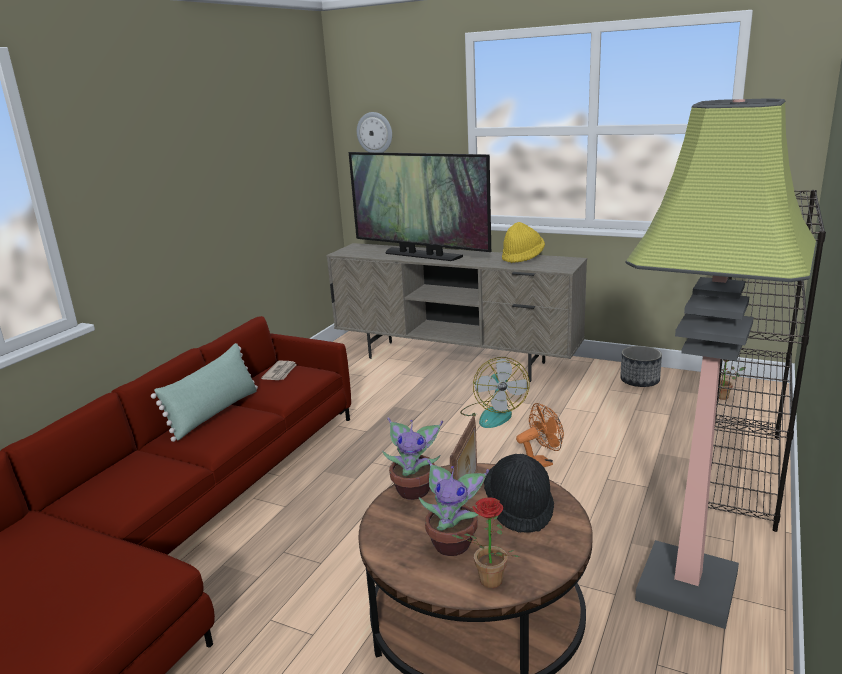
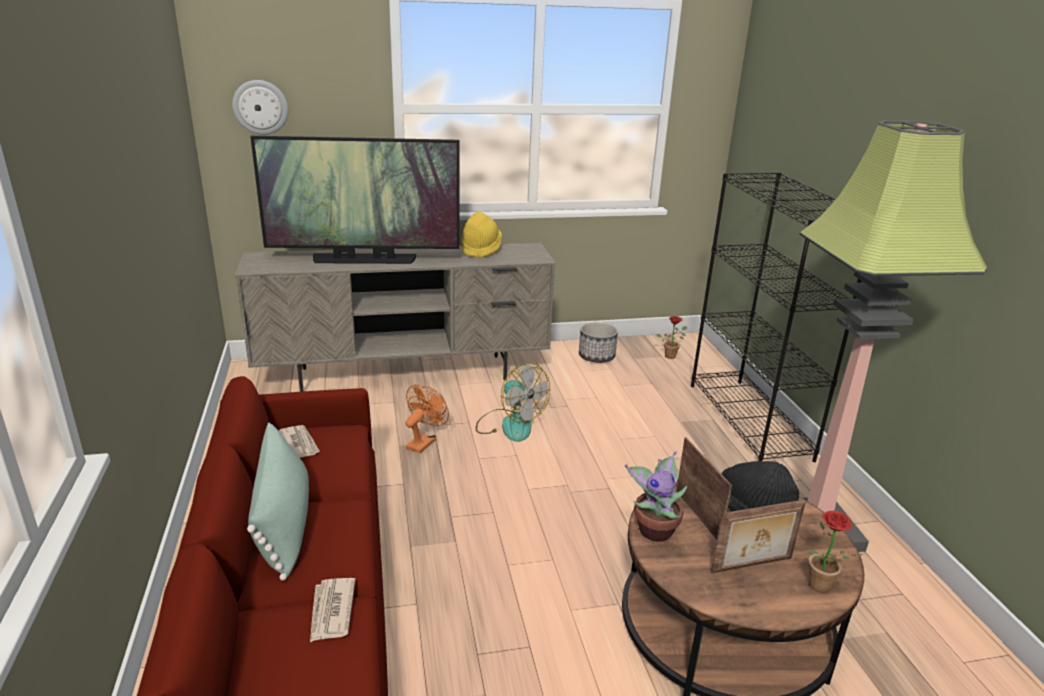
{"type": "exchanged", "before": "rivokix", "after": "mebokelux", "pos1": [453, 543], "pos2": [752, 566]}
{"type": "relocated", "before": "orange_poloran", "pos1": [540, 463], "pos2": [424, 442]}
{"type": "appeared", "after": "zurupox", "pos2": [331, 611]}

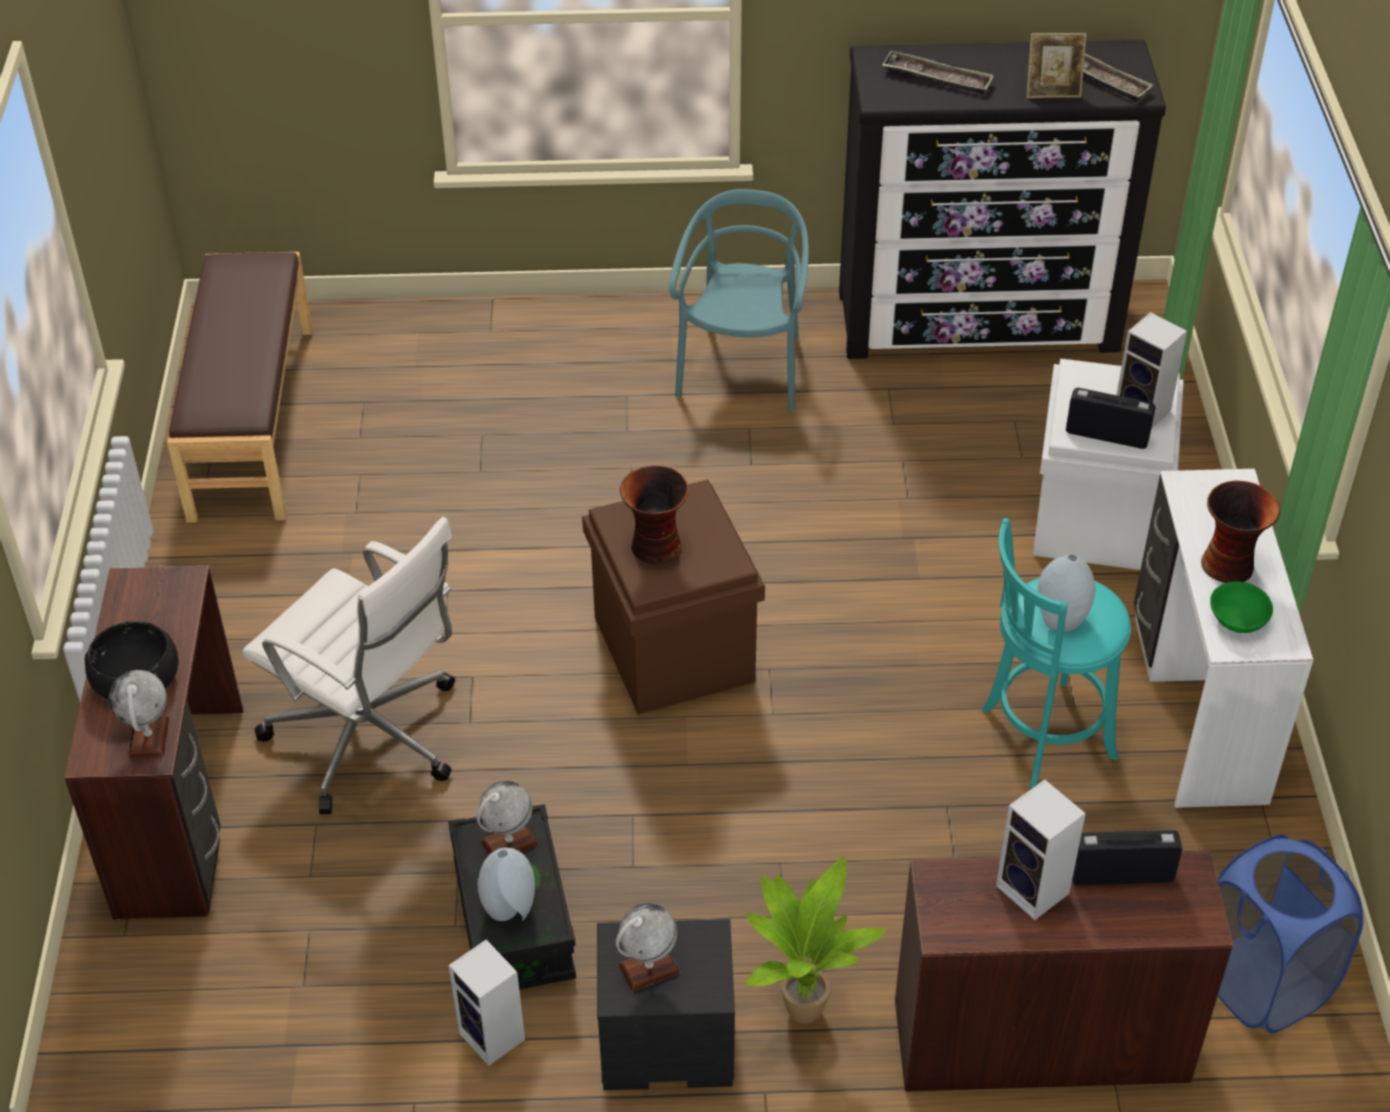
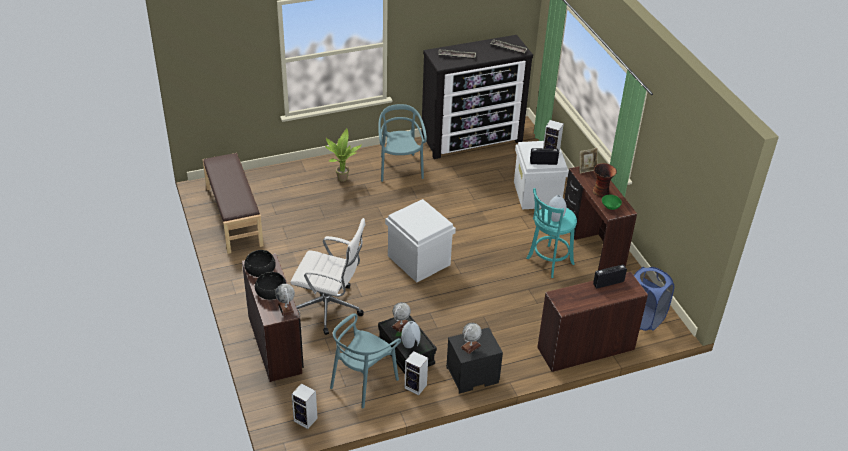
{"type": "colour", "before": "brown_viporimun", "after": "white_viporimun", "pos1": [672, 648], "pos2": [418, 260]}
{"type": "missing", "before": "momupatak", "pos1": [655, 548]}
{"type": "relocated", "before": "rivokix", "pos1": [800, 1007], "pos2": [341, 178]}
{"type": "relocated", "before": "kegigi", "pos1": [1035, 890], "pos2": [306, 420]}
{"type": "relocated", "before": "mebokelux", "pos1": [1052, 92], "pos2": [587, 169]}
{"type": "colour", "before": "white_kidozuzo", "after": "brown_kidozuzo", "pos1": [1195, 708], "pos2": [591, 245]}
{"type": "appeared", "after": "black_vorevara", "pos2": [260, 269]}
{"type": "appeared", "after": "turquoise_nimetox", "pos2": [363, 382]}

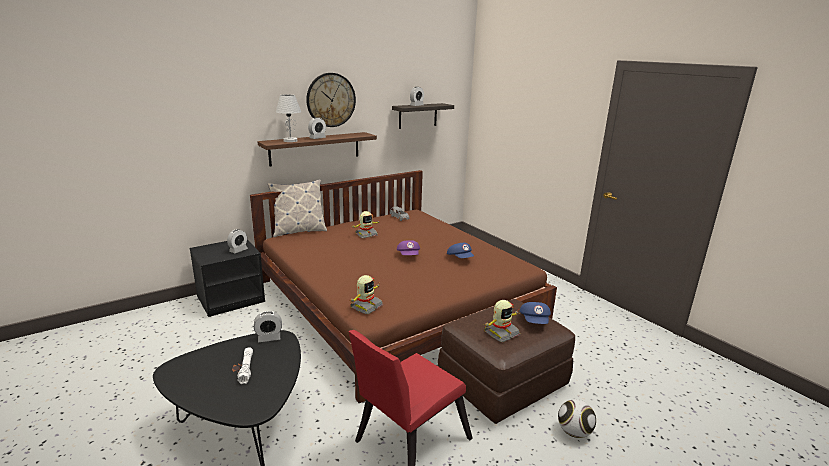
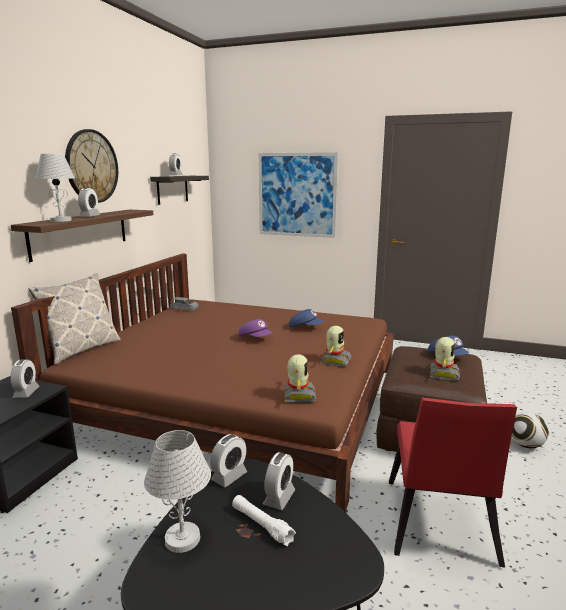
{"type": "relocated", "before": "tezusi", "pos1": [366, 234], "pos2": [335, 361]}
{"type": "appeared", "after": "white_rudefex", "pos2": [182, 539]}
{"type": "appeared", "after": "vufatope", "pos2": [297, 195]}
{"type": "appeared", "after": "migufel", "pos2": [279, 497]}

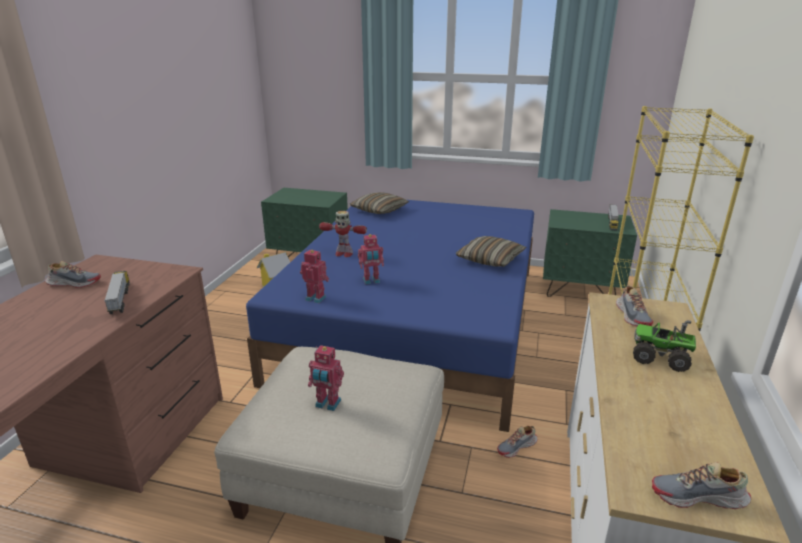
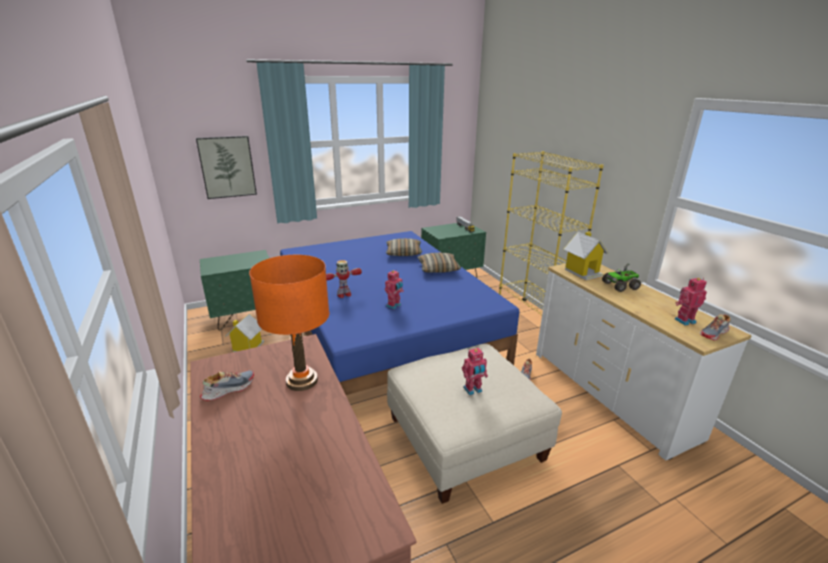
{"type": "exchanged", "before": "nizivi", "after": "orange_rudefex", "pos1": [120, 299], "pos2": [302, 381]}
{"type": "relocated", "before": "tezusi", "pos1": [316, 298], "pos2": [684, 320]}
{"type": "relocated", "before": "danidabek", "pos1": [379, 210], "pos2": [403, 253]}
{"type": "exchanged", "before": "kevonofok", "after": "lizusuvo", "pos1": [633, 315], "pos2": [582, 272]}
{"type": "appeared", "after": "vufatope", "pos2": [227, 167]}

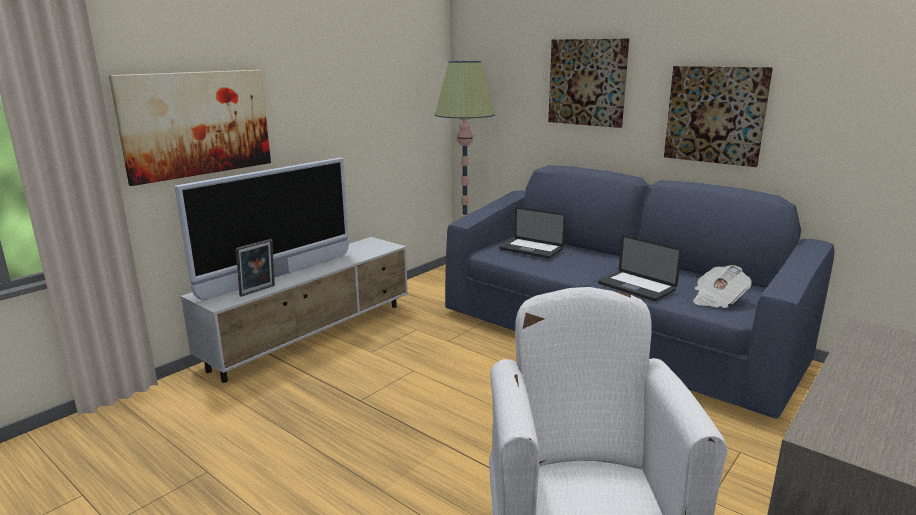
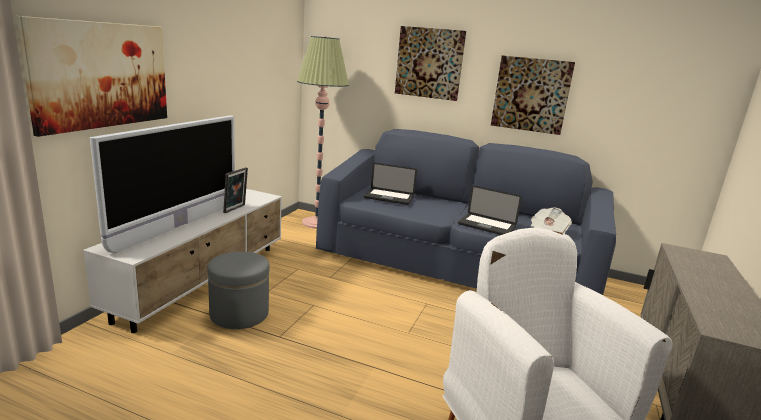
{"type": "relocated", "before": "mebokelux", "pos1": [258, 291], "pos2": [236, 209]}
{"type": "appeared", "after": "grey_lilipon", "pos2": [239, 314]}

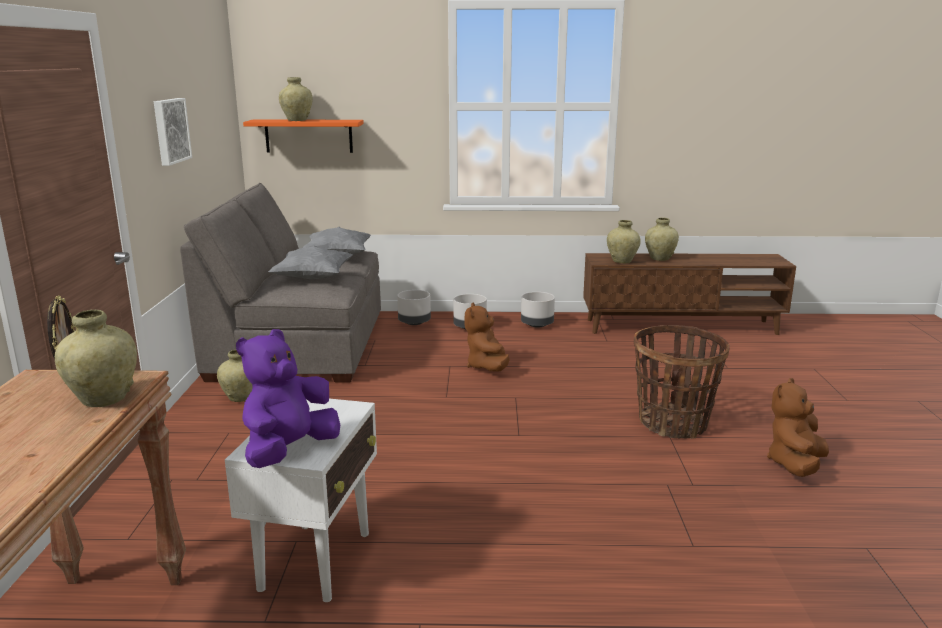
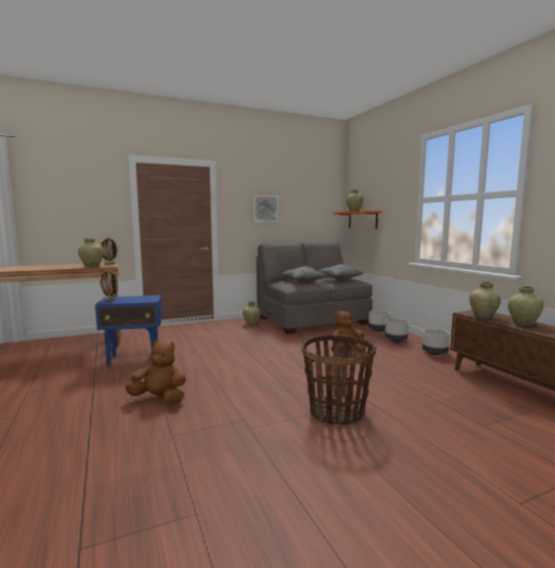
{"type": "colour", "before": "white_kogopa", "after": "blue_kogopa", "pos1": [316, 560], "pos2": [134, 359]}
{"type": "exchanged", "before": "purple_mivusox", "after": "mebokelux", "pos1": [289, 451], "pos2": [110, 300]}
{"type": "relocated", "before": "brown_mivusox", "pos1": [795, 465], "pos2": [159, 399]}

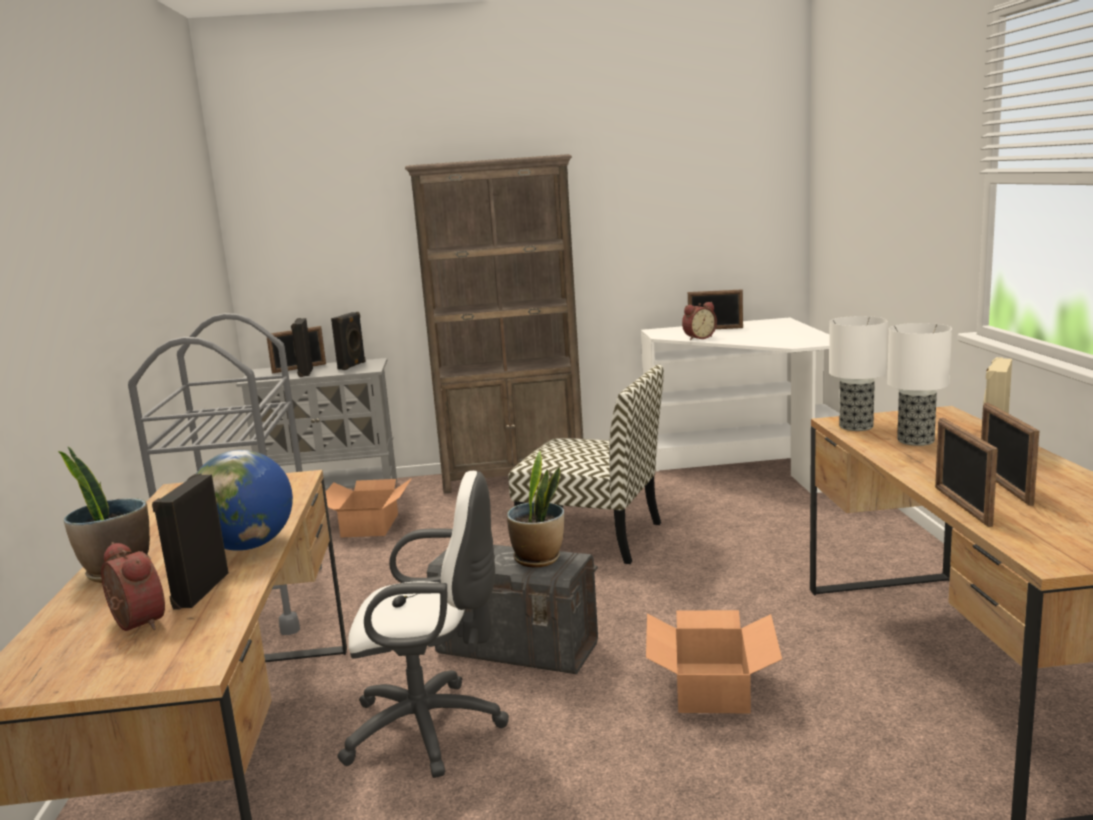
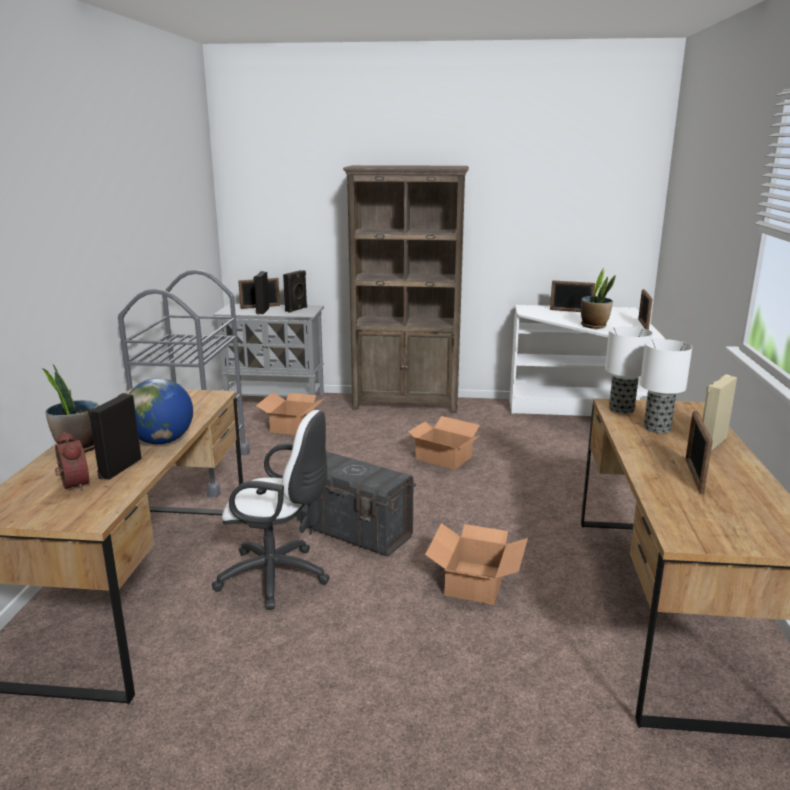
{"type": "relocated", "before": "rivokix", "pos1": [538, 559], "pos2": [594, 326]}
{"type": "exchanged", "before": "nimetox", "after": "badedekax", "pos1": [594, 537], "pos2": [443, 458]}
{"type": "missing", "before": "migufel", "pos1": [698, 337]}
{"type": "relocated", "before": "mebokelux", "pos1": [962, 506], "pos2": [643, 325]}

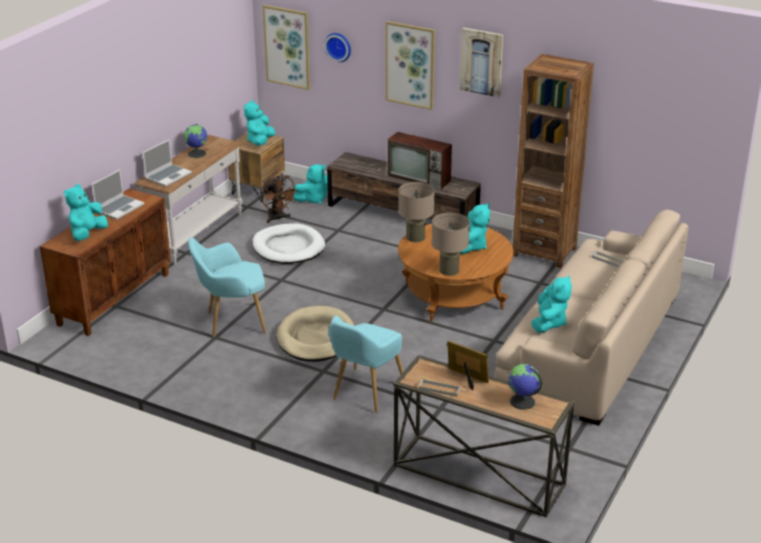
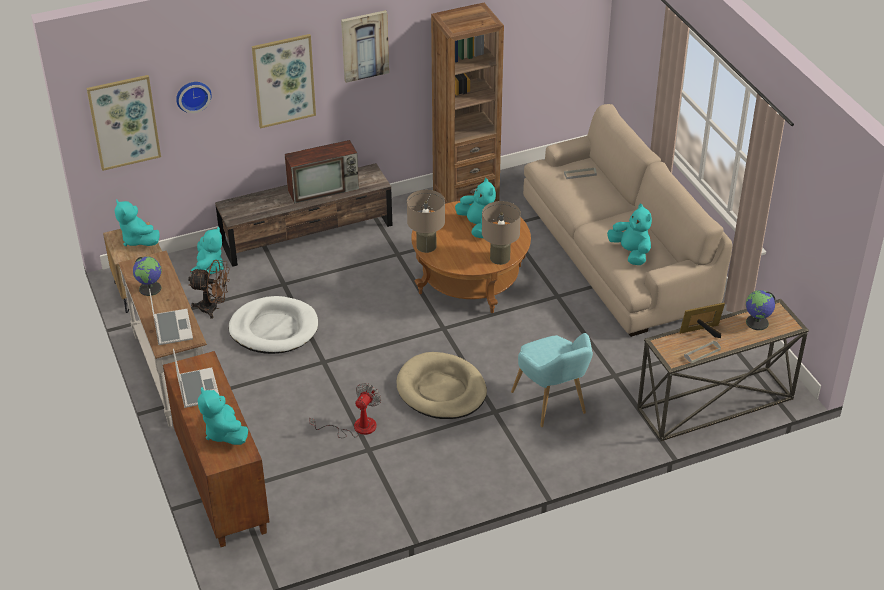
{"type": "exchanged", "before": "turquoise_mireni", "after": "poloran", "pos1": [231, 322], "pos2": [356, 427]}

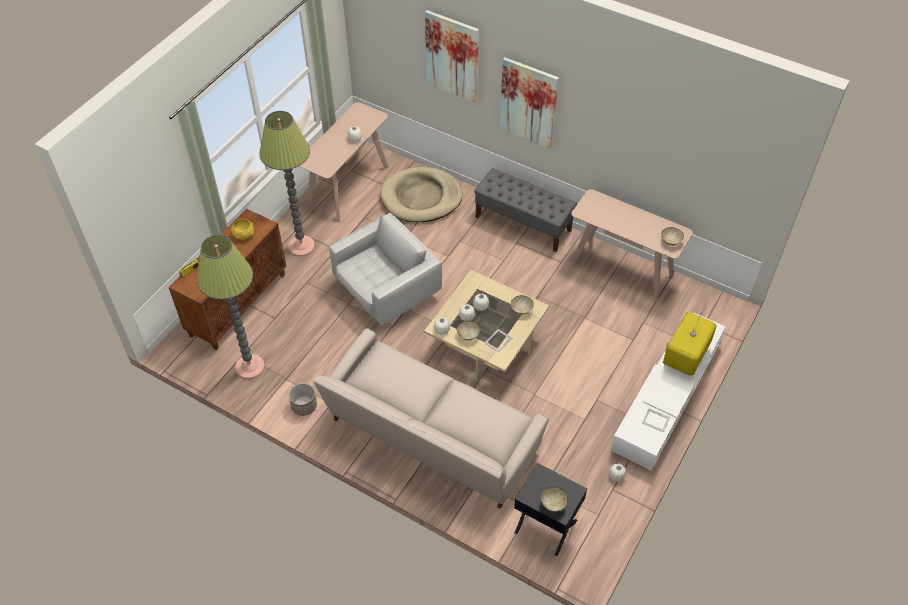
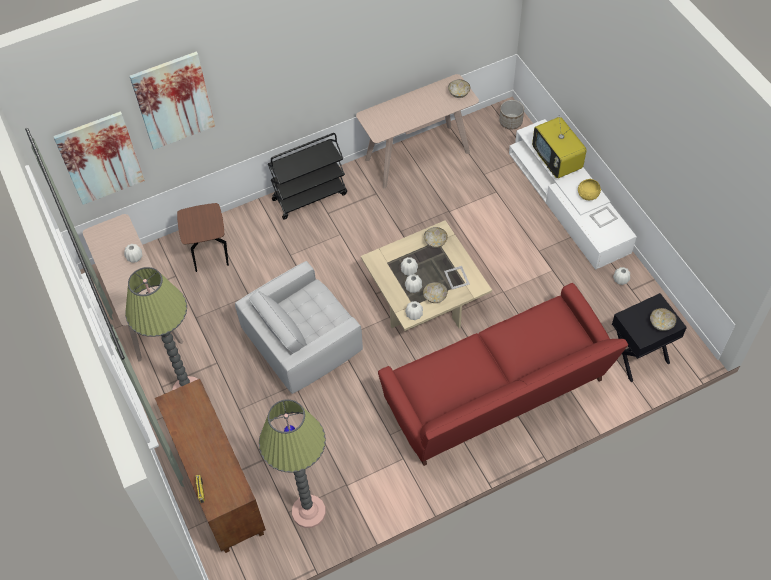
{"type": "relocated", "before": "yellow_vorevara", "pos1": [243, 234], "pos2": [587, 195]}
{"type": "relocated", "before": "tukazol", "pos1": [304, 406], "pos2": [510, 122]}
{"type": "colour", "before": "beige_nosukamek", "after": "red_nosukamek", "pos1": [431, 439], "pos2": [498, 395]}
{"type": "spun", "before": "white_mireni", "pos1": [386, 291], "pos2": [304, 345], "turn": -120}
{"type": "exchanged", "before": "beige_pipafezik", "after": "brown_kogopa", "pos1": [421, 197], "pos2": [210, 257]}
{"type": "exchanged", "before": "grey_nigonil", "after": "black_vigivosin", "pos1": [523, 224], "pos2": [310, 196]}
{"type": "relocated", "before": "vufatope", "pos1": [528, 103], "pos2": [100, 158]}

